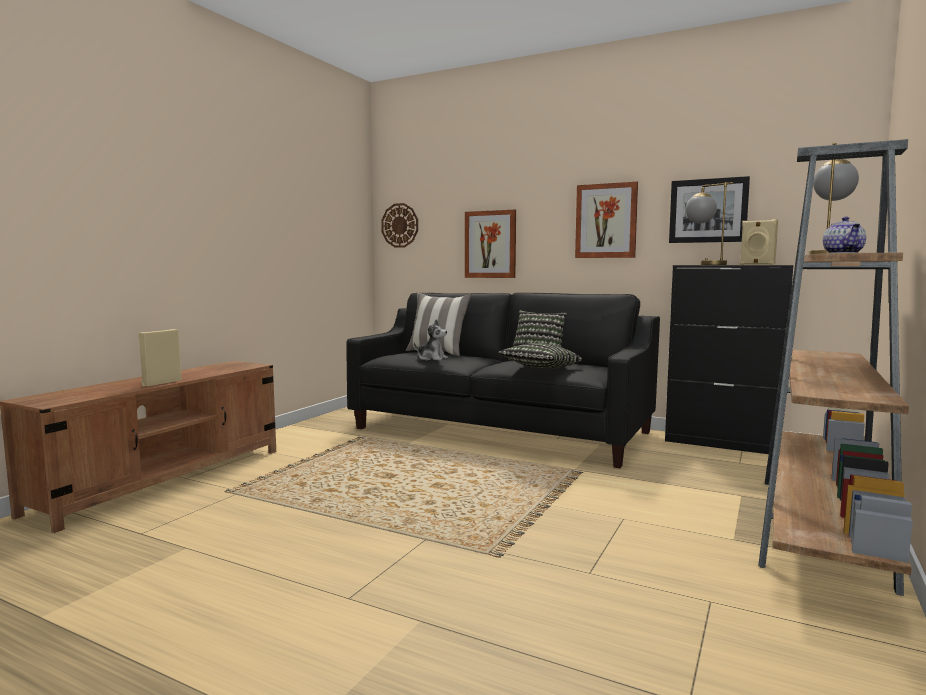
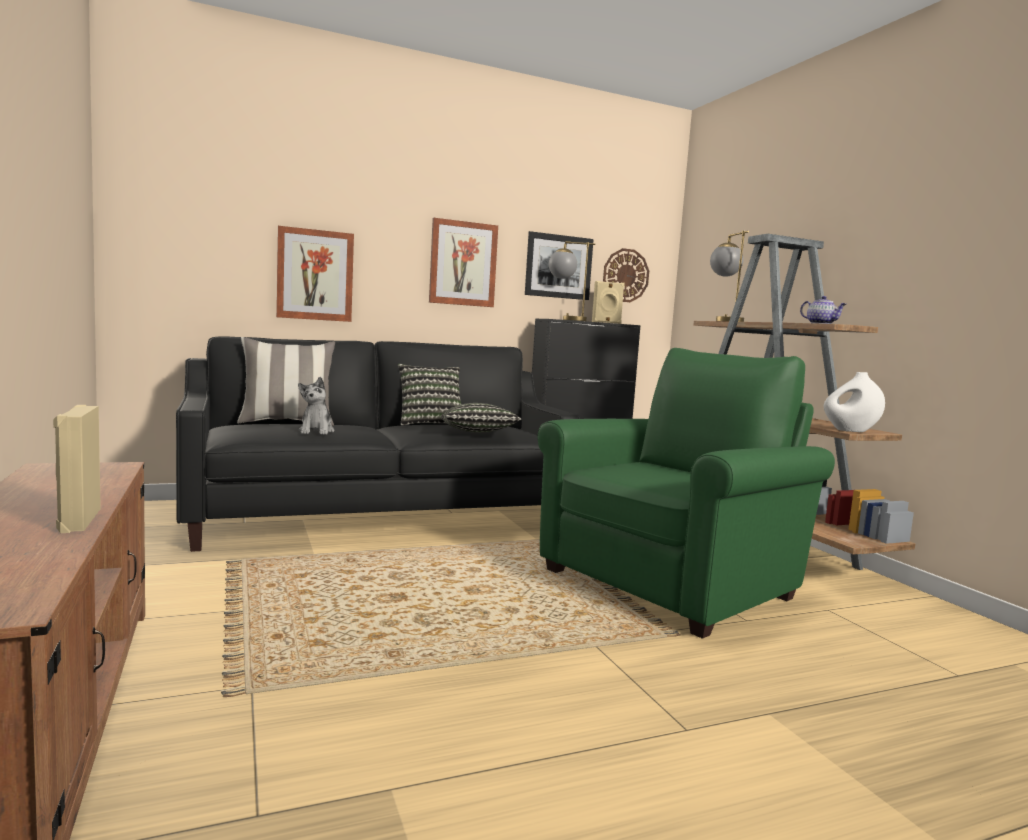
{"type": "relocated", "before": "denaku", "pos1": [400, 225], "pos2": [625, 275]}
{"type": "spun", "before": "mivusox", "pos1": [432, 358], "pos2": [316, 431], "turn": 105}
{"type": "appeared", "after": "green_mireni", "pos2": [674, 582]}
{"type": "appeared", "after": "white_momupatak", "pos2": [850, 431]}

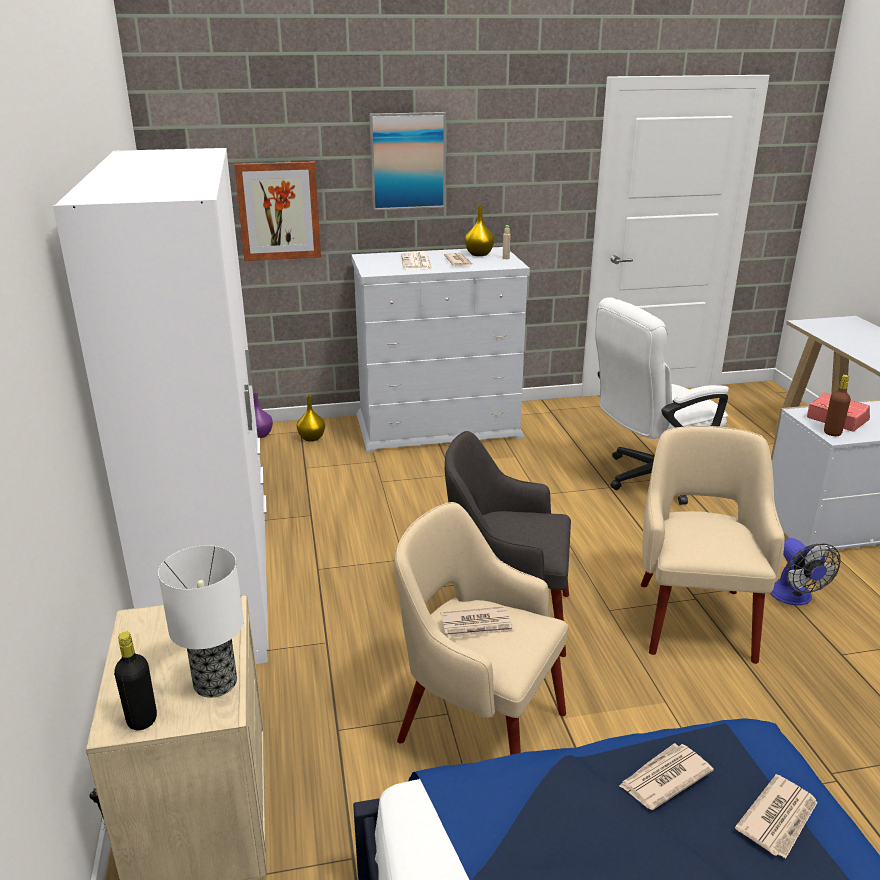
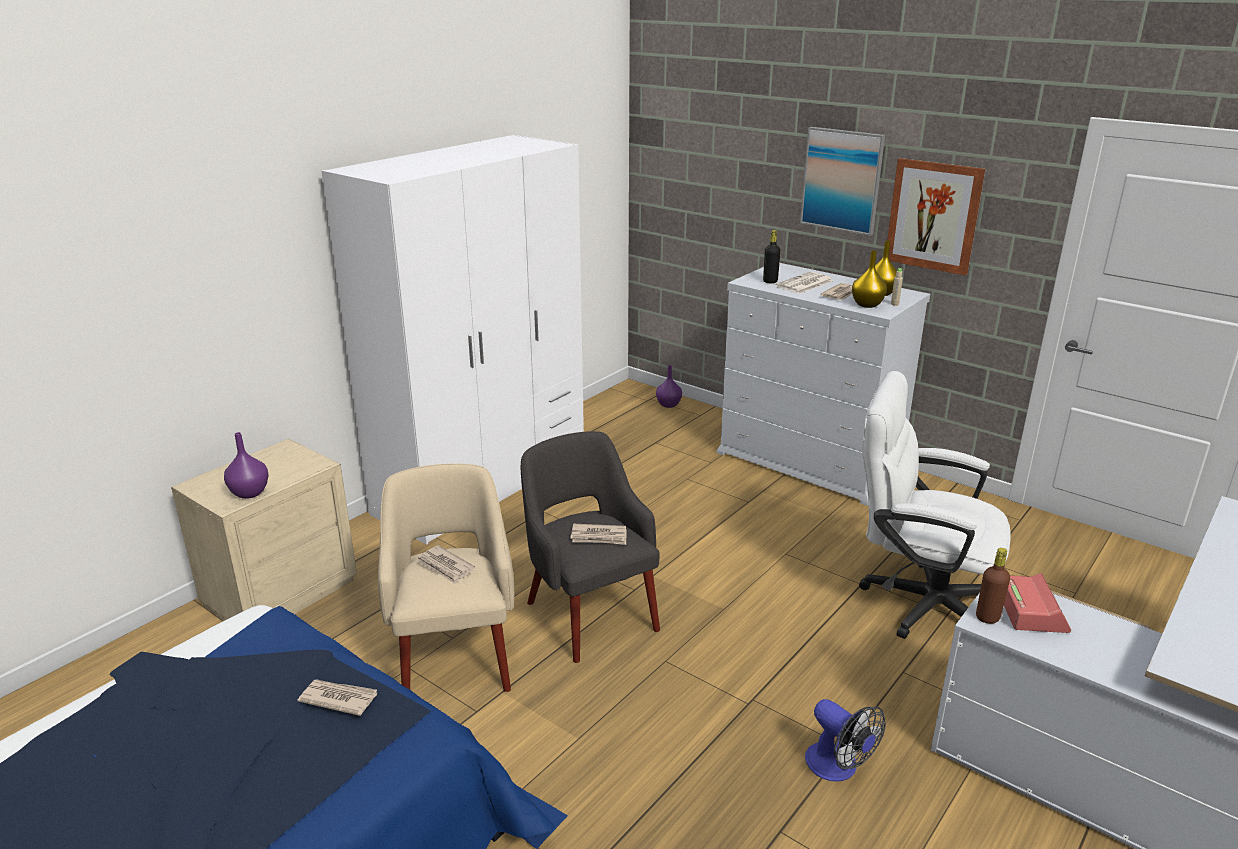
{"type": "relocated", "before": "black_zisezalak", "pos1": [142, 720], "pos2": [770, 281]}
{"type": "exchanged", "before": "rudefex", "after": "purple_momupatak", "pos1": [215, 682], "pos2": [250, 492]}
{"type": "relocated", "before": "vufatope", "pos1": [279, 211], "pos2": [933, 216]}
{"type": "relocated", "before": "yellow_momupatak", "pos1": [311, 438], "pos2": [866, 304]}
{"type": "missing", "before": "beige_mireni", "pos1": [694, 618]}
{"type": "relocated", "before": "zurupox", "pos1": [779, 818], "pos2": [599, 537]}
{"type": "spun", "before": "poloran", "pos1": [794, 597], "pos2": [838, 768], "turn": -75}

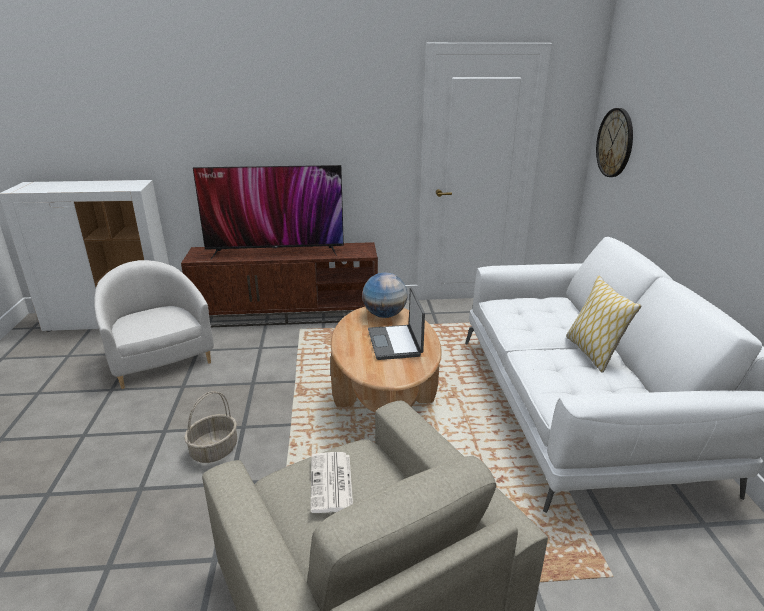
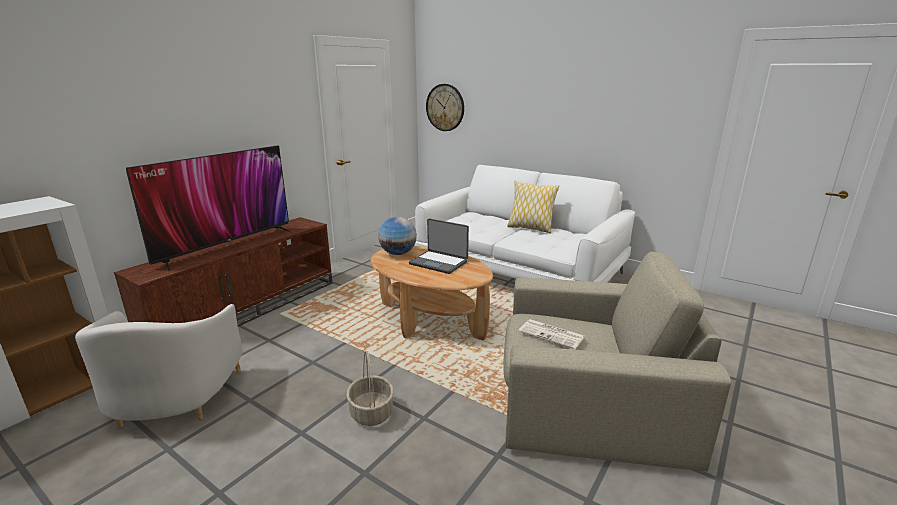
{"type": "spun", "before": "white_mireni", "pos1": [159, 359], "pos2": [174, 399], "turn": -105}

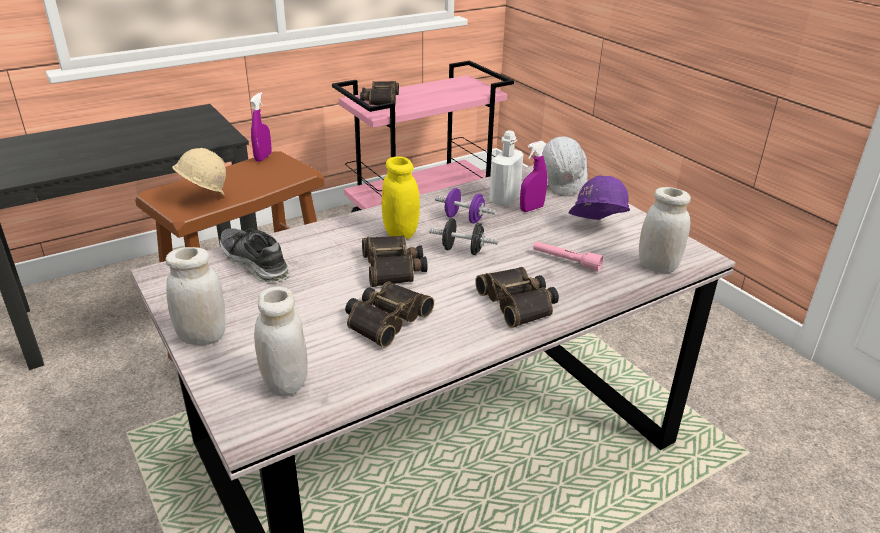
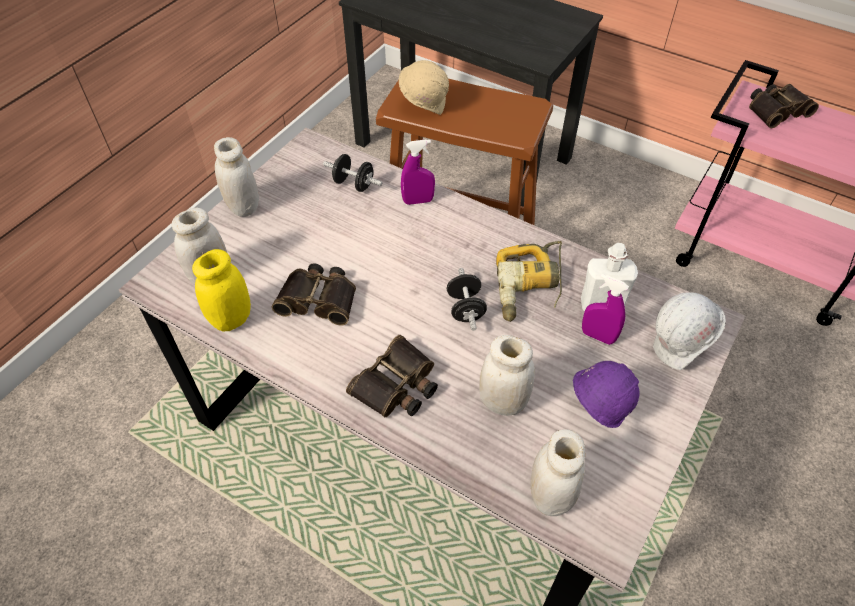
{"type": "exchanged", "before": "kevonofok", "after": "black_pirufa", "pos1": [254, 263], "pos2": [354, 184]}
{"type": "relocated", "before": "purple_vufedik", "pos1": [263, 157], "pos2": [418, 201]}
{"type": "missing", "before": "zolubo", "pos1": [393, 268]}
{"type": "relocated", "before": "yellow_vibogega", "pos1": [400, 232], "pos2": [231, 319]}
{"type": "exchanged", "before": "purple_pirufa", "after": "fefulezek", "pos1": [464, 219], "pos2": [529, 287]}
{"type": "exchanged", "before": "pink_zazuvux", "after": "white_vibogega", "pos1": [566, 261], "pos2": [502, 402]}

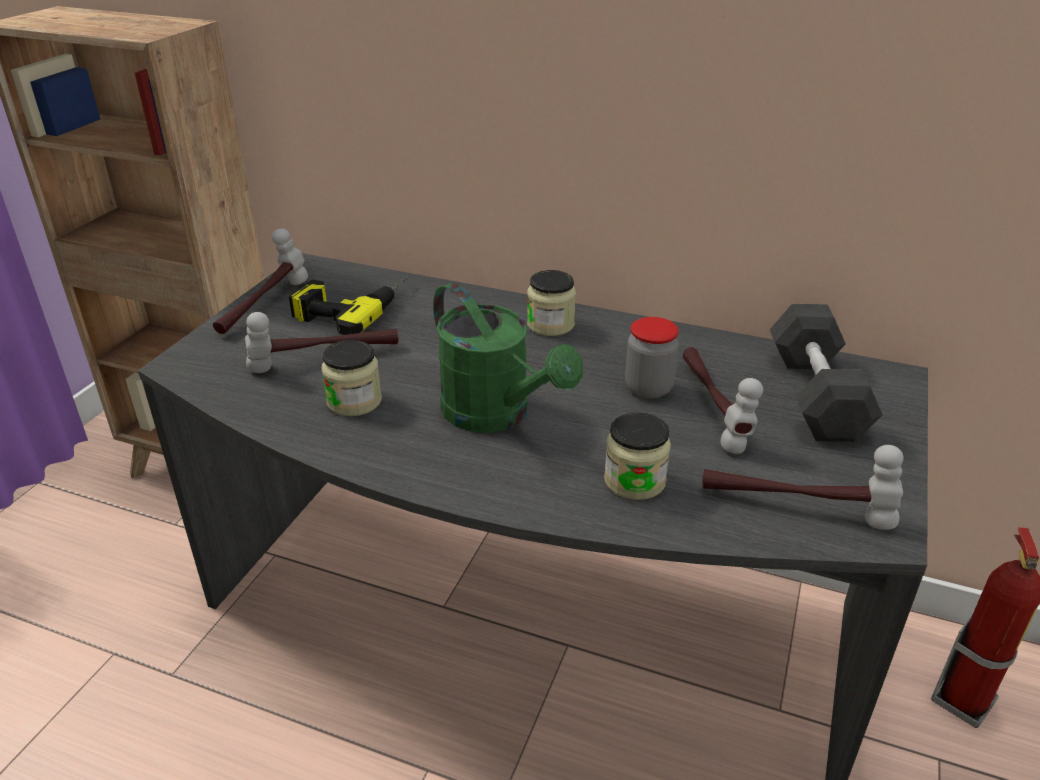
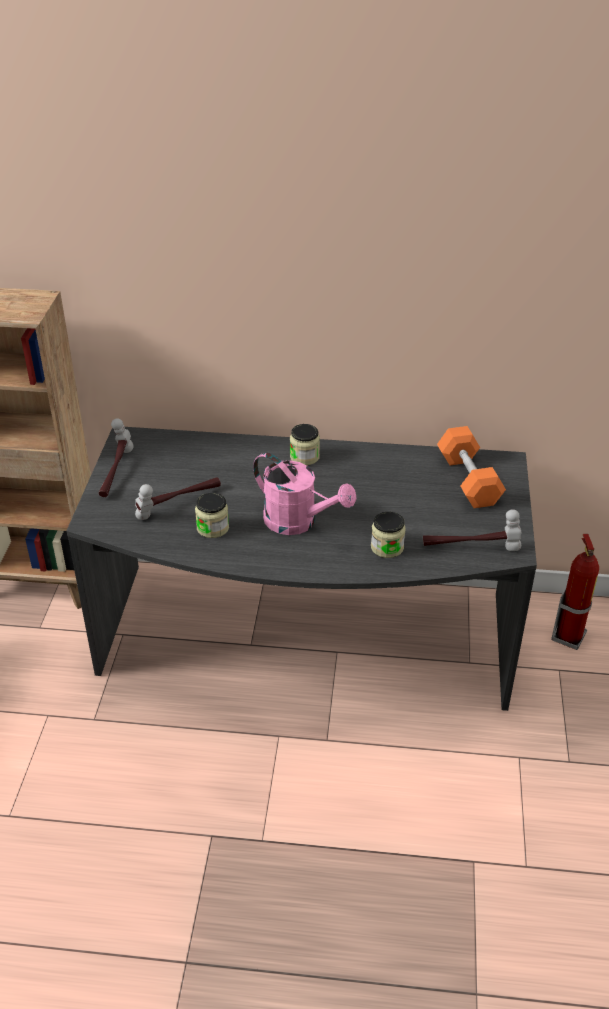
{"type": "missing", "before": "fefulezek", "pos1": [353, 305]}
{"type": "colour", "before": "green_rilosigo", "after": "pink_rilosigo", "pos1": [497, 415], "pos2": [298, 522]}
{"type": "missing", "before": "vibogega", "pos1": [648, 388]}
{"type": "missing", "before": "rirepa", "pos1": [713, 407]}
{"type": "colour", "before": "grey_pirufa", "after": "orange_pirufa", "pos1": [815, 395], "pos2": [468, 480]}

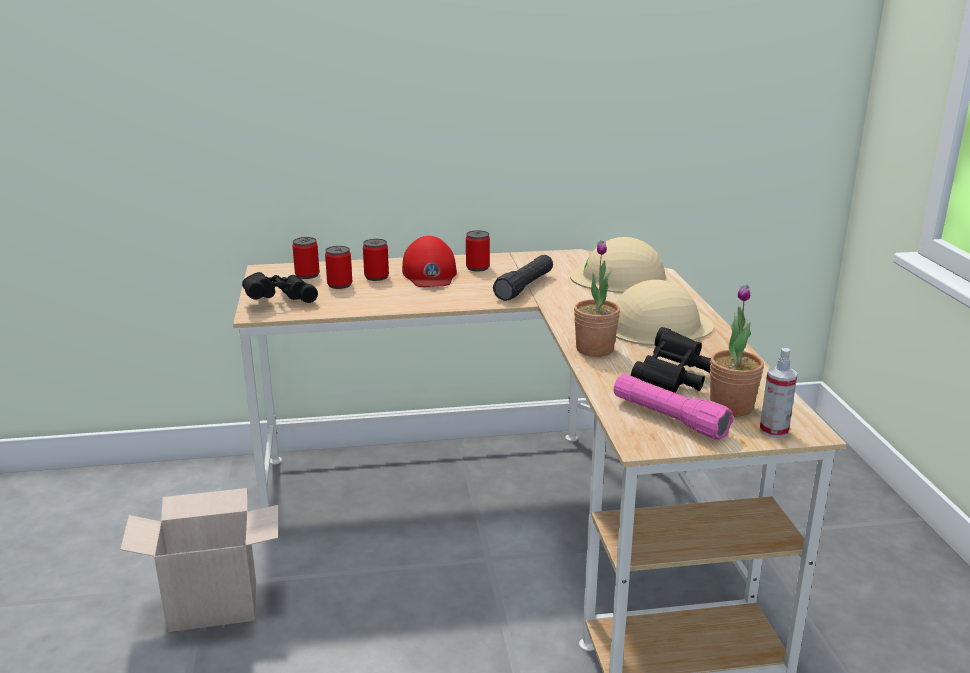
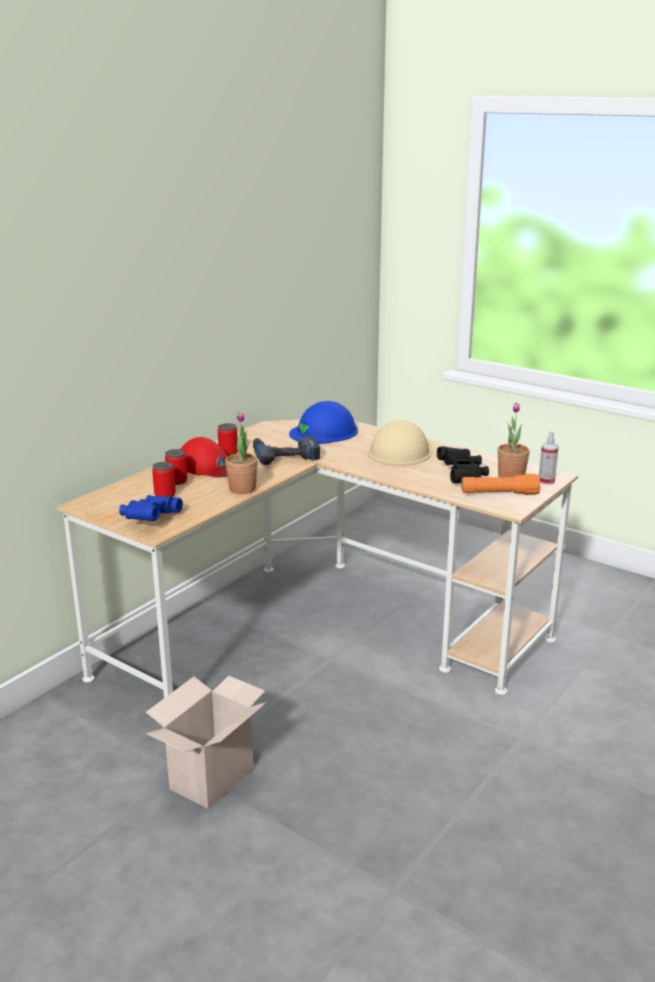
{"type": "colour", "before": "black_zolubo", "after": "blue_zolubo", "pos1": [279, 301], "pos2": [150, 519]}
{"type": "missing", "before": "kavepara", "pos1": [307, 275]}
{"type": "exchanged", "before": "black_zazuvux", "after": "fefulezek", "pos1": [524, 287], "pos2": [284, 455]}
{"type": "colour", "before": "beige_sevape", "after": "blue_sevape", "pos1": [619, 278], "pos2": [324, 432]}
{"type": "relocated", "before": "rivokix", "pos1": [594, 349], "pos2": [242, 489]}
{"type": "colour", "before": "pink_zazuvux", "after": "orange_zazuvux", "pos1": [669, 419], "pos2": [499, 494]}

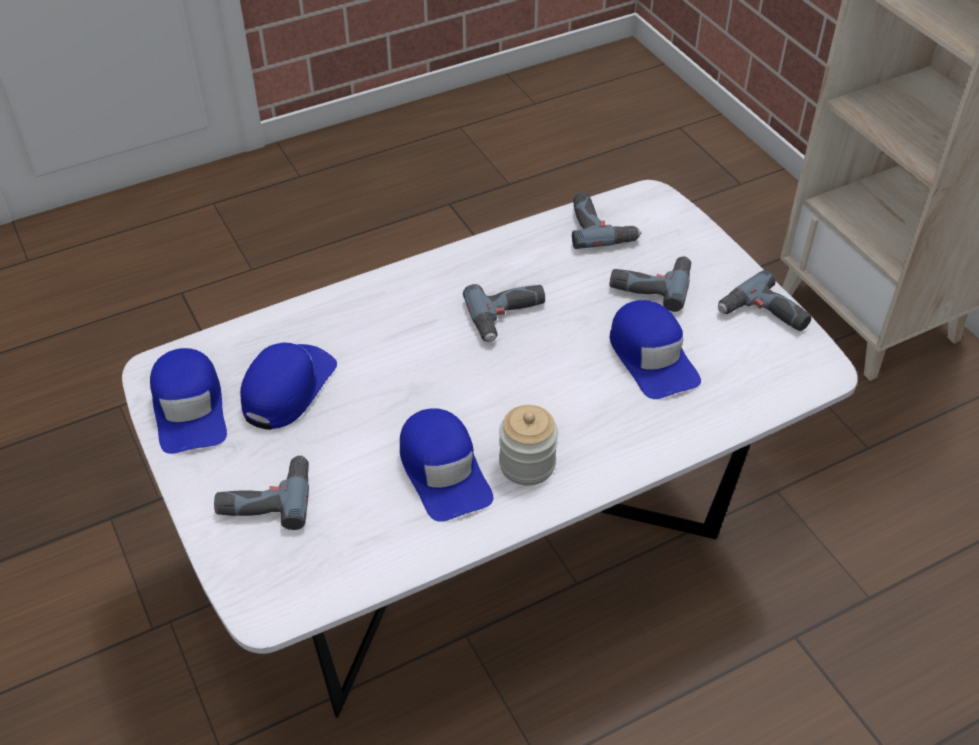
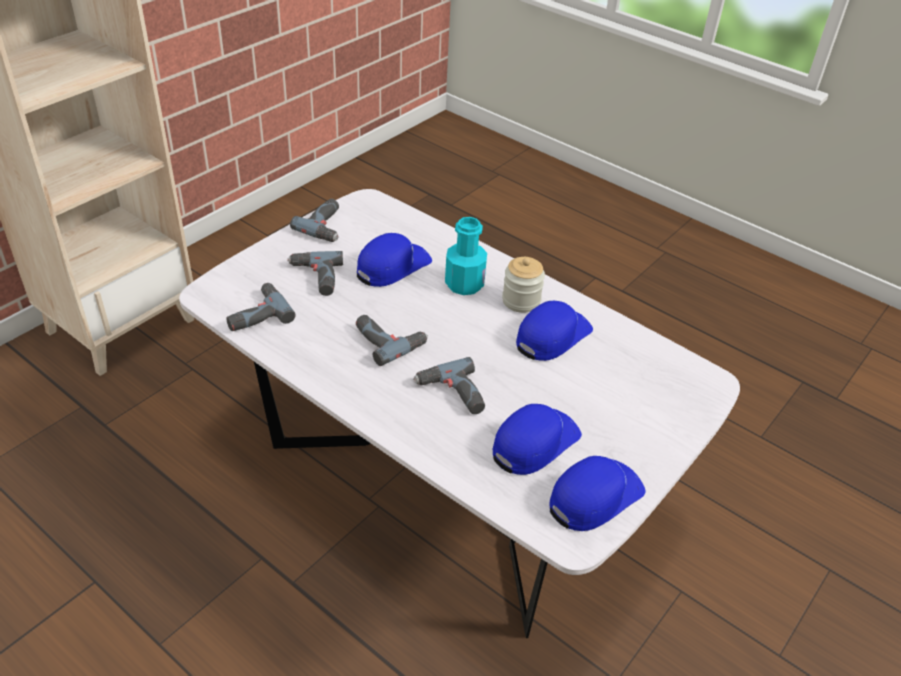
{"type": "relocated", "before": "fefulezek", "pos1": [265, 497], "pos2": [452, 394]}
{"type": "spun", "before": "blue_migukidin", "pos1": [287, 387], "pos2": [534, 442], "turn": 135}
{"type": "appeared", "after": "turquoise_zisezalak", "pos2": [464, 284]}

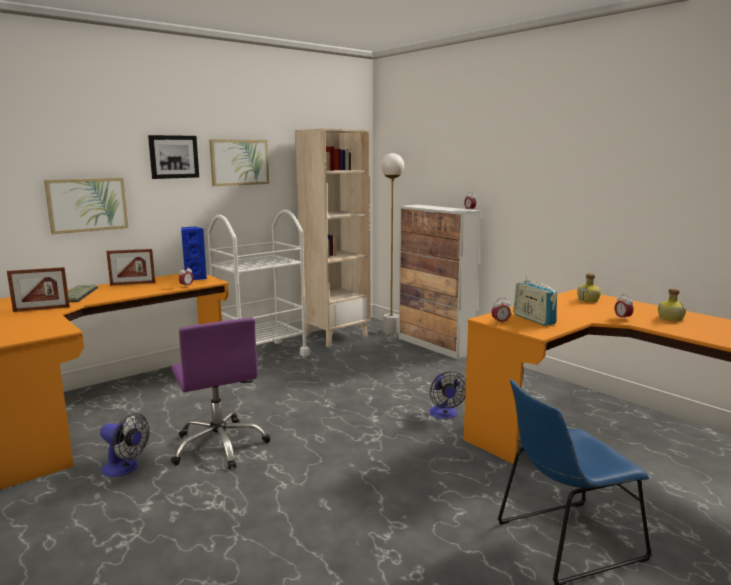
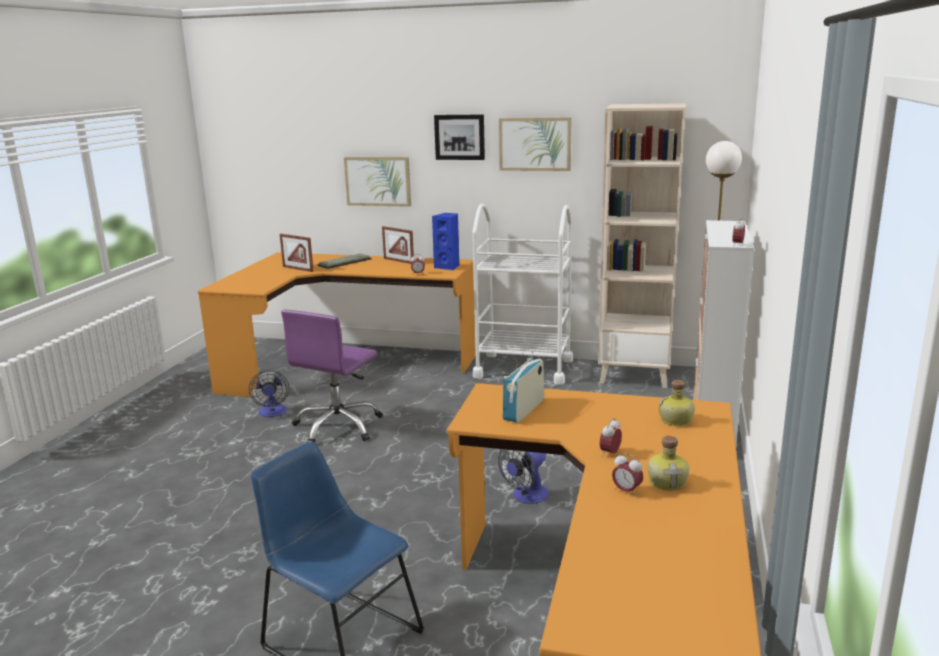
{"type": "relocated", "before": "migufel", "pos1": [500, 322], "pos2": [626, 491]}

